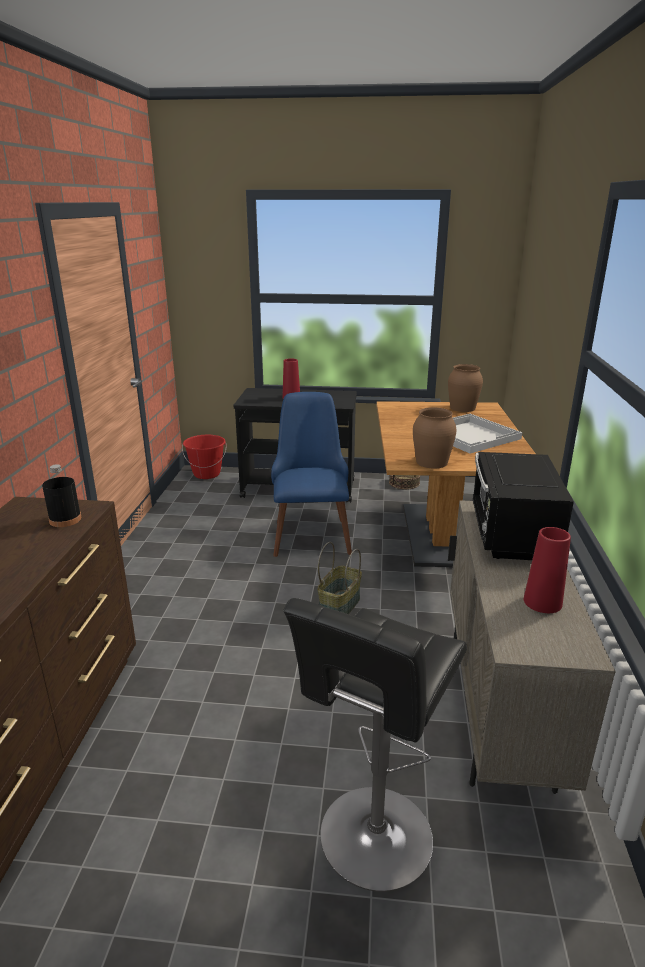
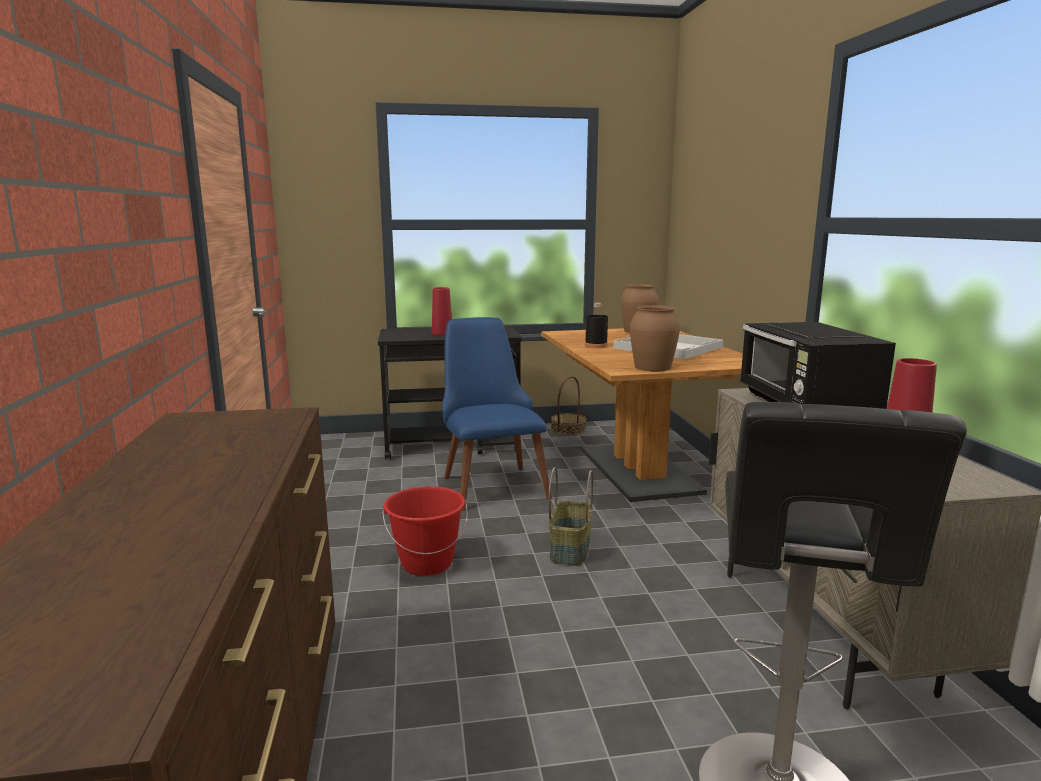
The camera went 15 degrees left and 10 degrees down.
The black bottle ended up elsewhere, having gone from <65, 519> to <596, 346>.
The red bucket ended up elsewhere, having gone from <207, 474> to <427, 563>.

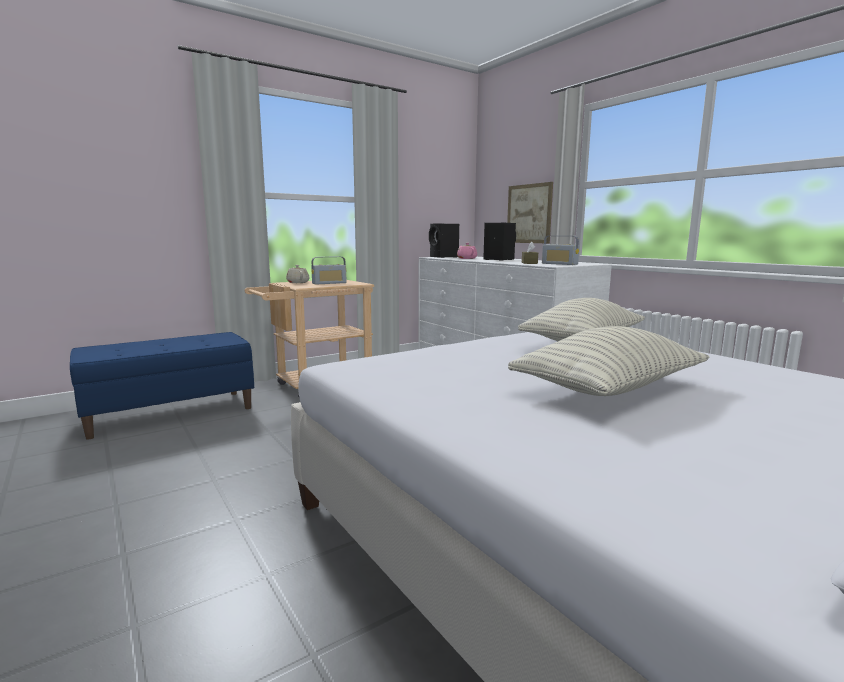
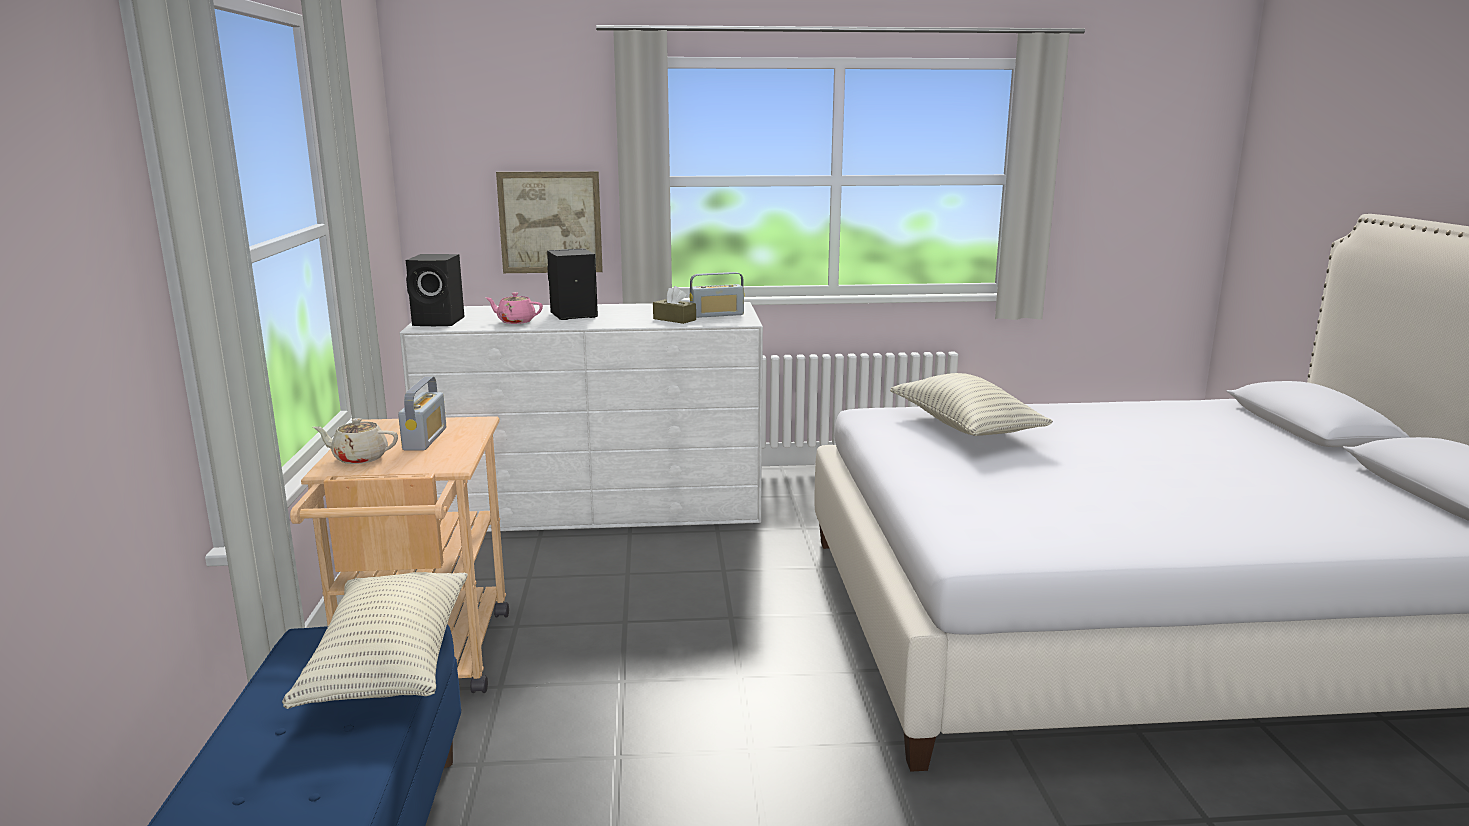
The camera went 60 degrees left and 5 degrees up.
The pillow ended up elsewhere, having gone from <609, 389> to <389, 663>.

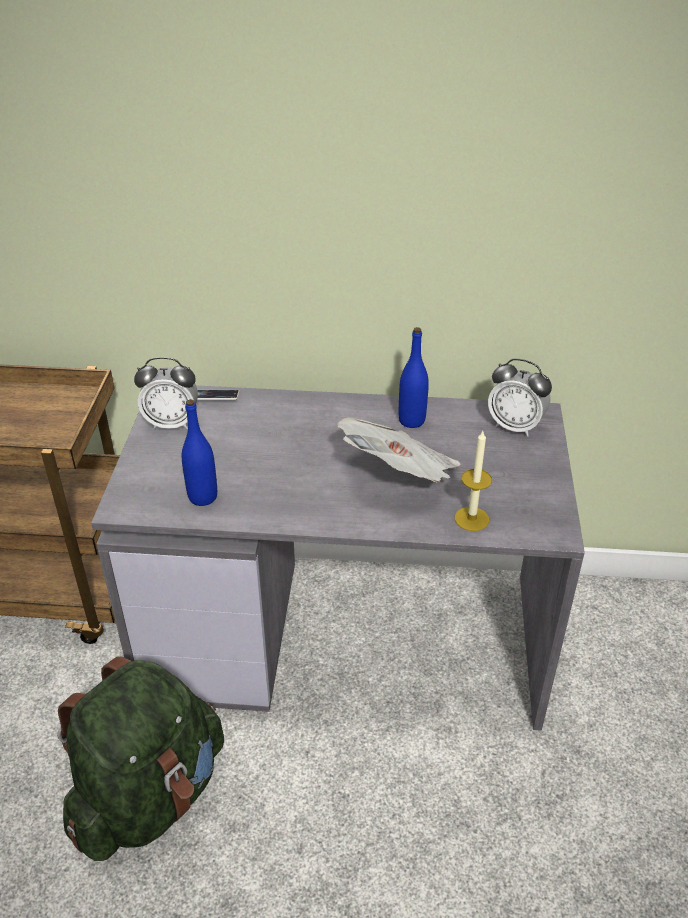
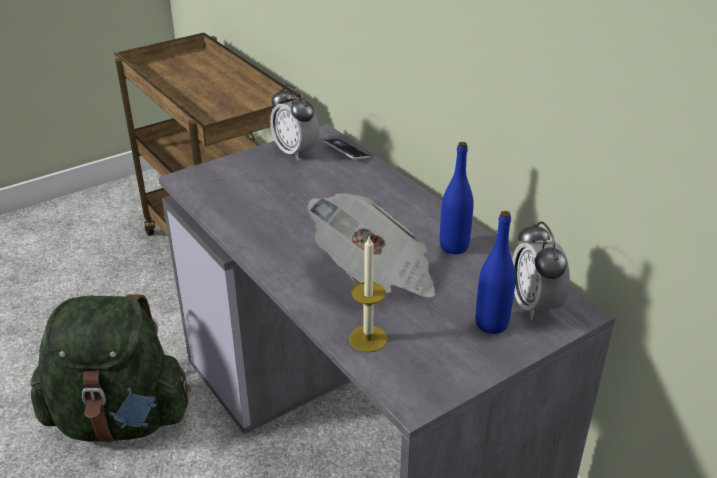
The camera went 50 degrees right and 5 degrees down.
The blue bottle ended up elsewhere, having gone from <203, 497> to <491, 324>.

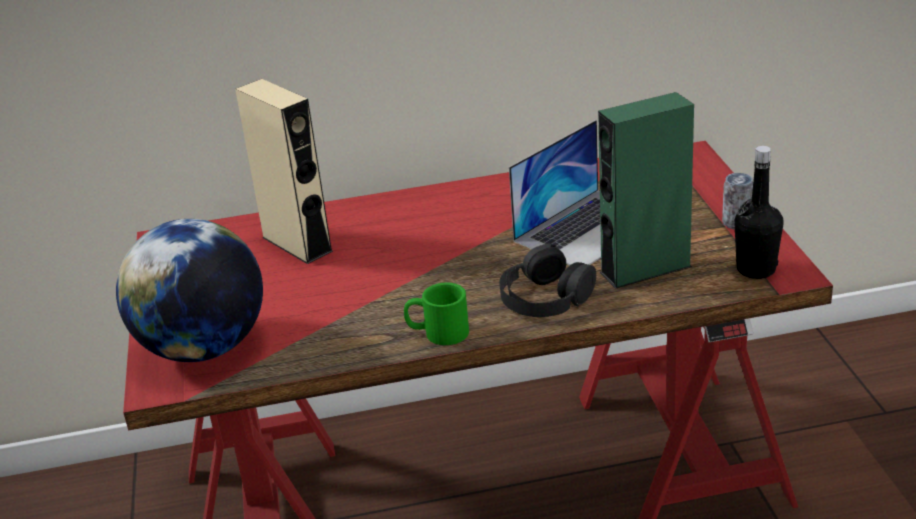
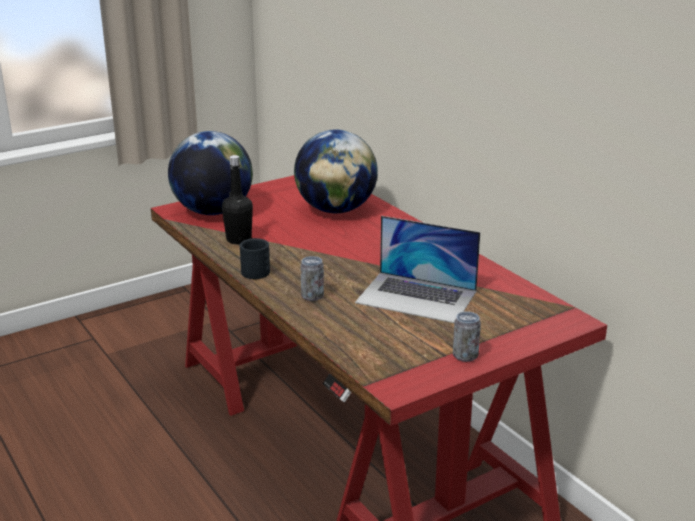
The camera went 65 degrees right and 5 degrees down.
The second view lost the green speaker at <645, 269>.
The black bottle ended up elsewhere, having gone from <756, 269> to <239, 239>.
Where the beige speaker stood at <297, 244>, the globe came to stand at <336, 210>.
Where the black headphones stood at <545, 297>, the can came to stand at <312, 296>.
What was the green mug at <437, 333> turned into the black mug at <254, 269>.

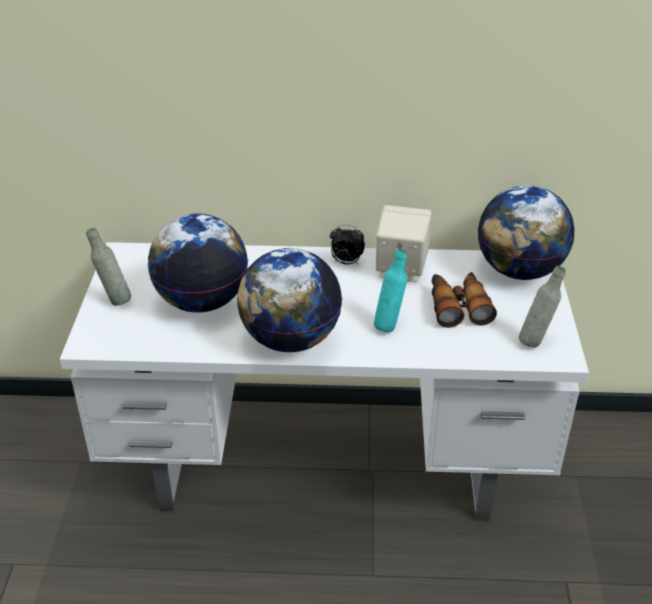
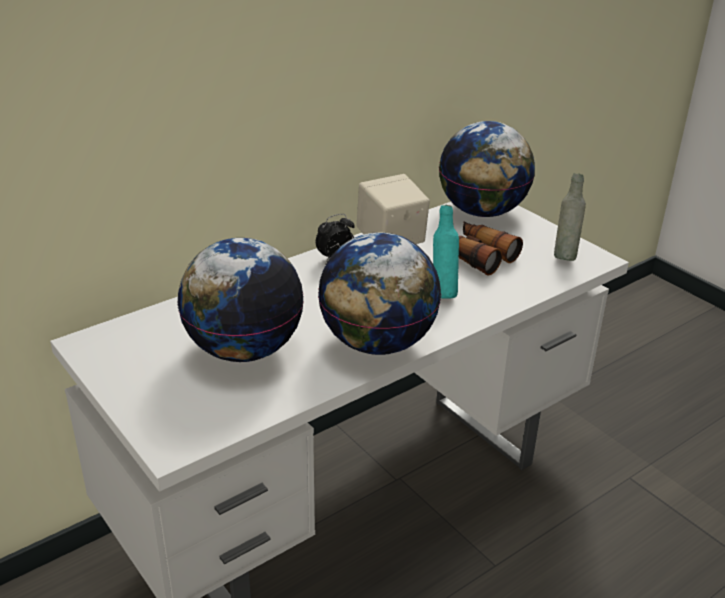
The camera went 40 degrees left and 5 degrees down.
The second view lost the grey bottle at <114, 300>.

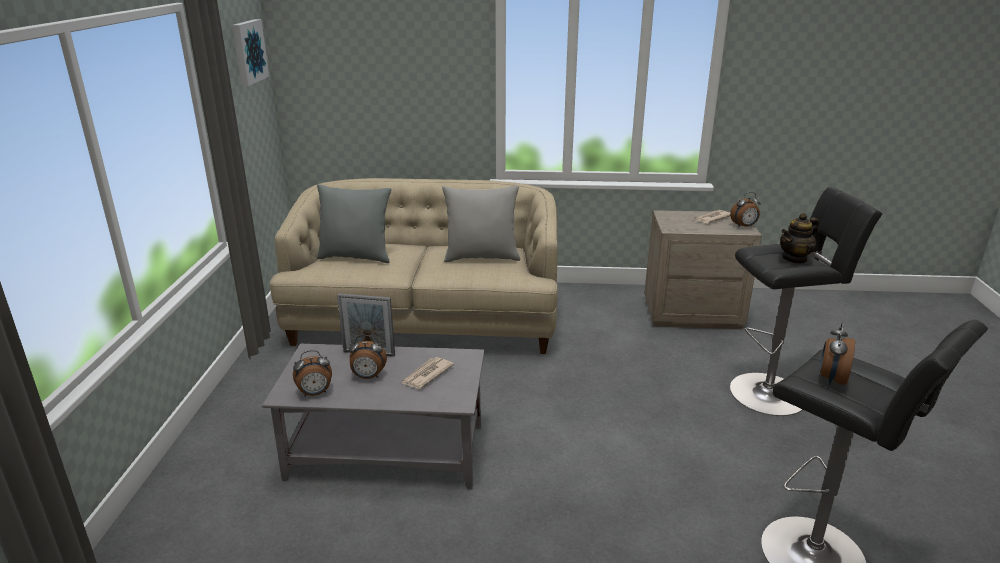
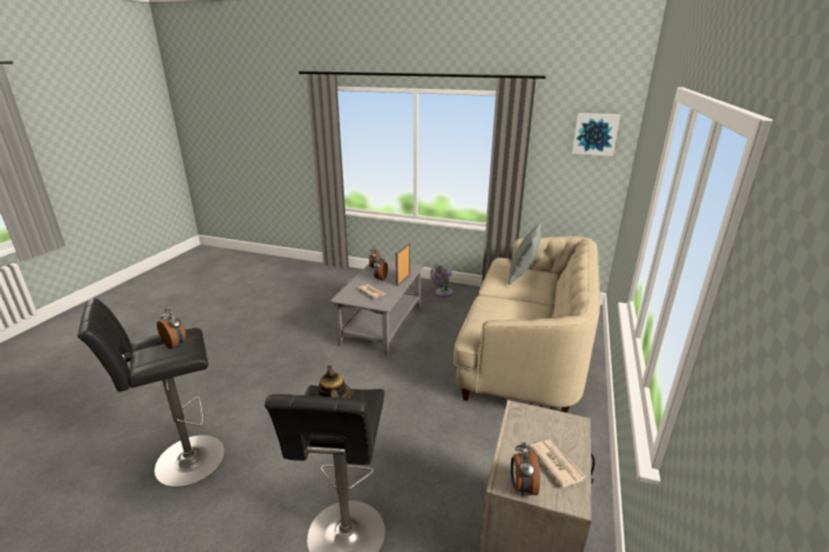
The camera went 105 degrees right and 0 degrees up.
The second view lost the grey pillow at <481, 257>.
The second view gained the grey fan at <442, 293>.

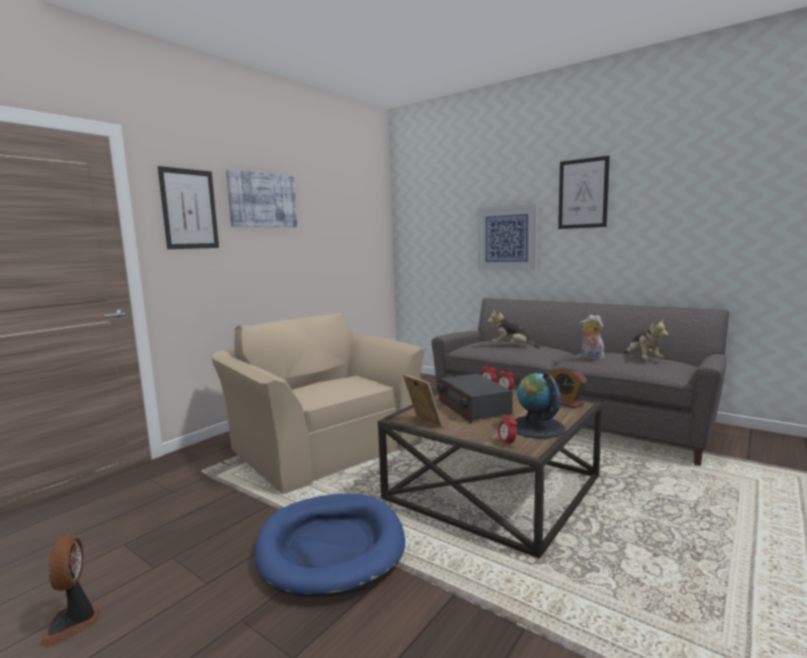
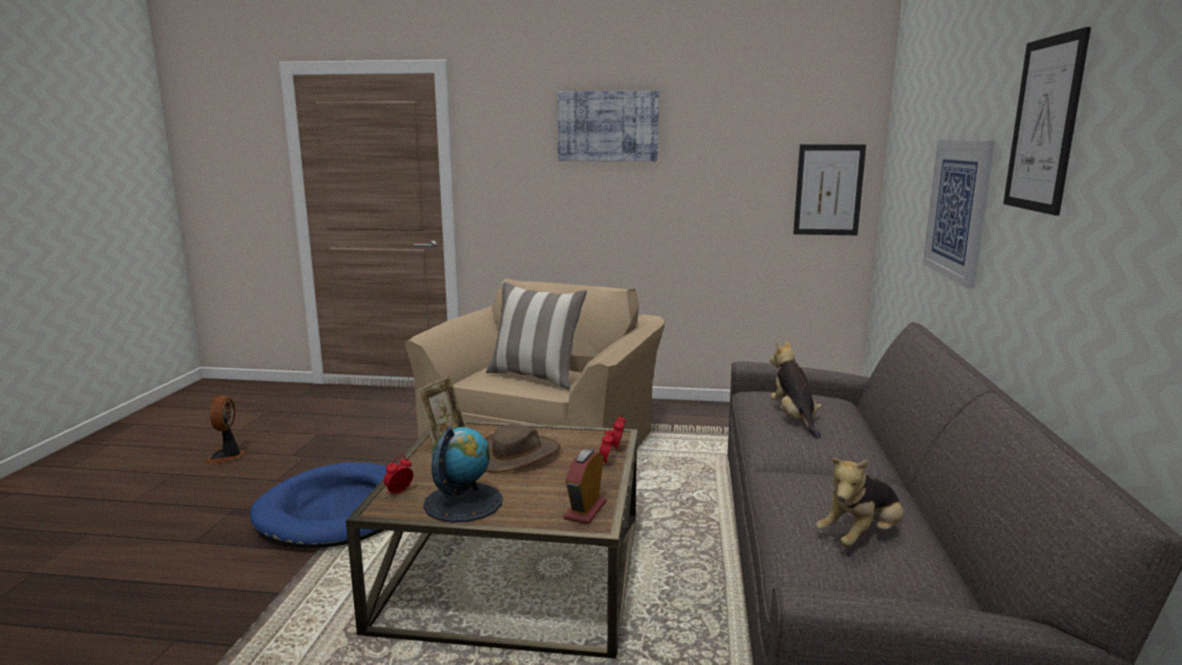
The camera went 60 degrees right and 5 degrees up.
The second view lost the plush toy at <590, 357>.
The second view gained the pillow at <535, 377>.
The picture ended up elsewhere, having gone from <189, 209> to <828, 190>.
Where the radio stood at <473, 407>, the brown hat came to stand at <517, 455>.
The fan at <73, 623> ended up facing another way, 45 degrees counterclockwise from before.

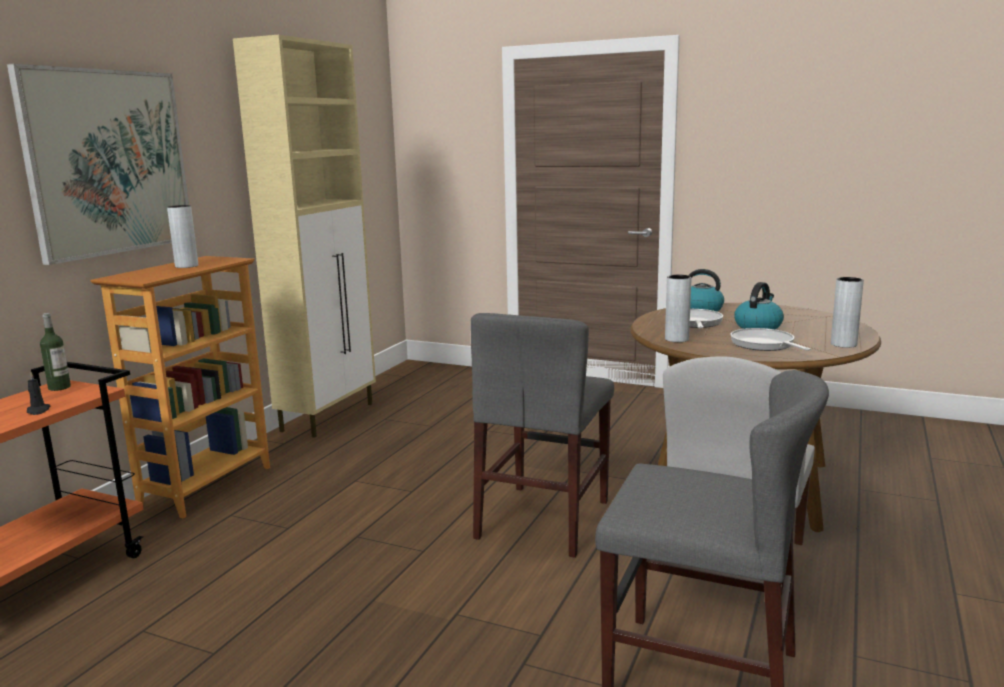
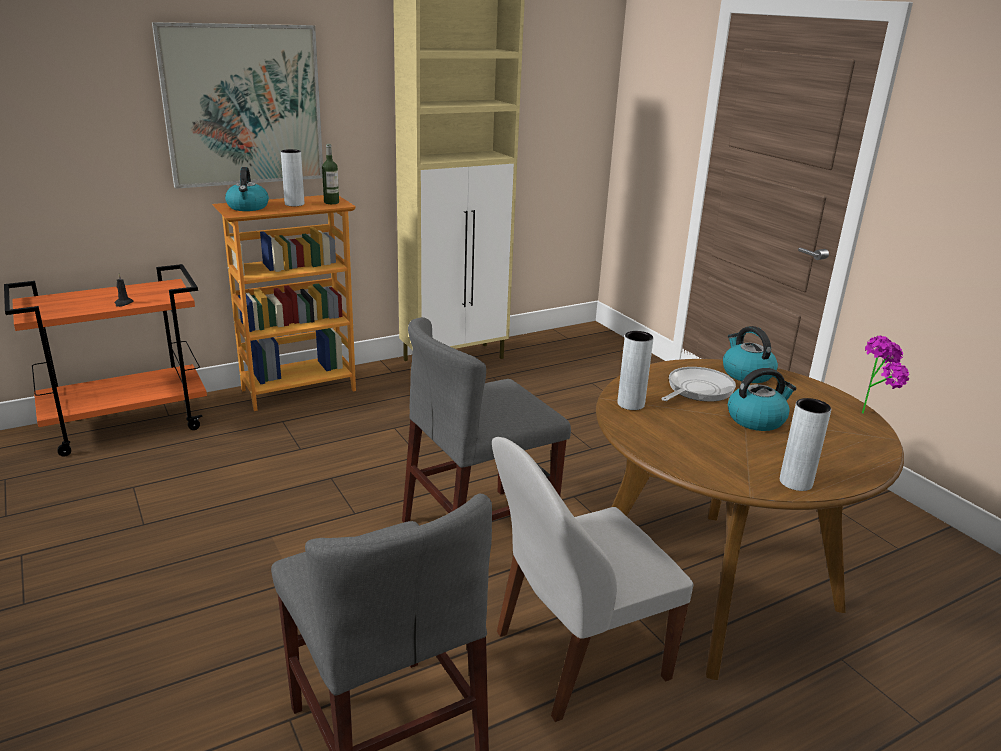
The camera went 35 degrees right and 10 degrees up.
The second view lost the frying pan at <764, 345>.
The second view gained the kettle at <248, 207>.
The second view gained the potted plant at <873, 413>.
The bottle ended up elsewhere, having gone from <59, 387> to <331, 202>.

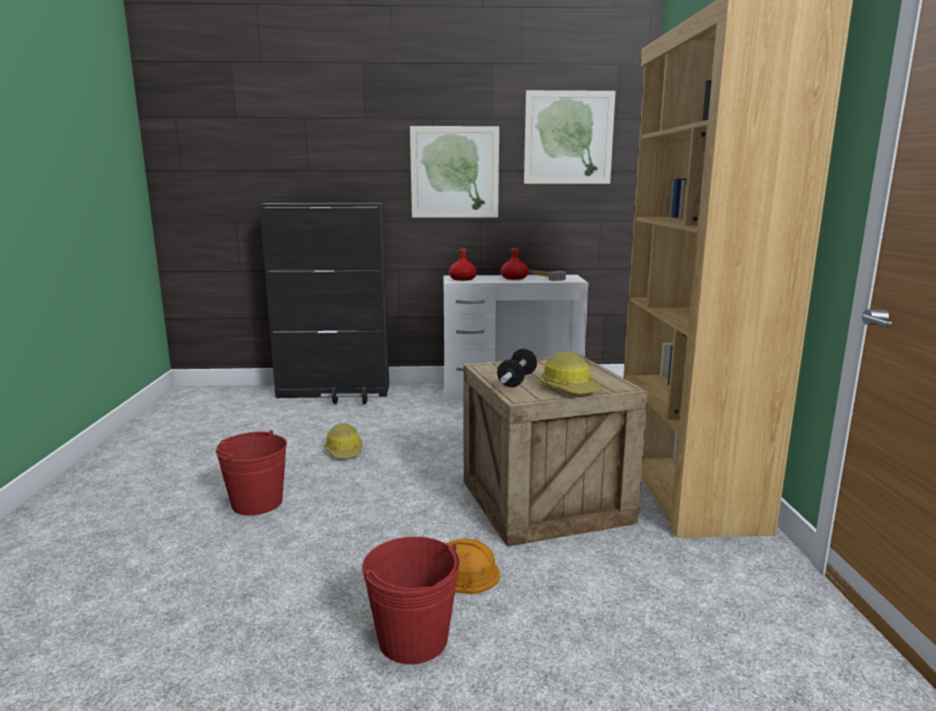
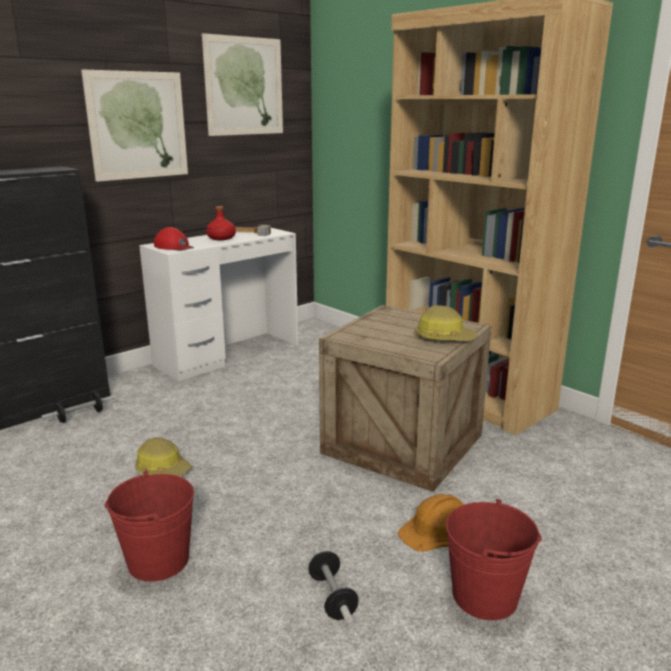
The camera went 40 degrees left and 5 degrees up.
The dumbbell ended up elsewhere, having gone from <517, 380> to <332, 597>.
Where the red bottle stood at <463, 279>, the red cap came to stand at <174, 246>.

